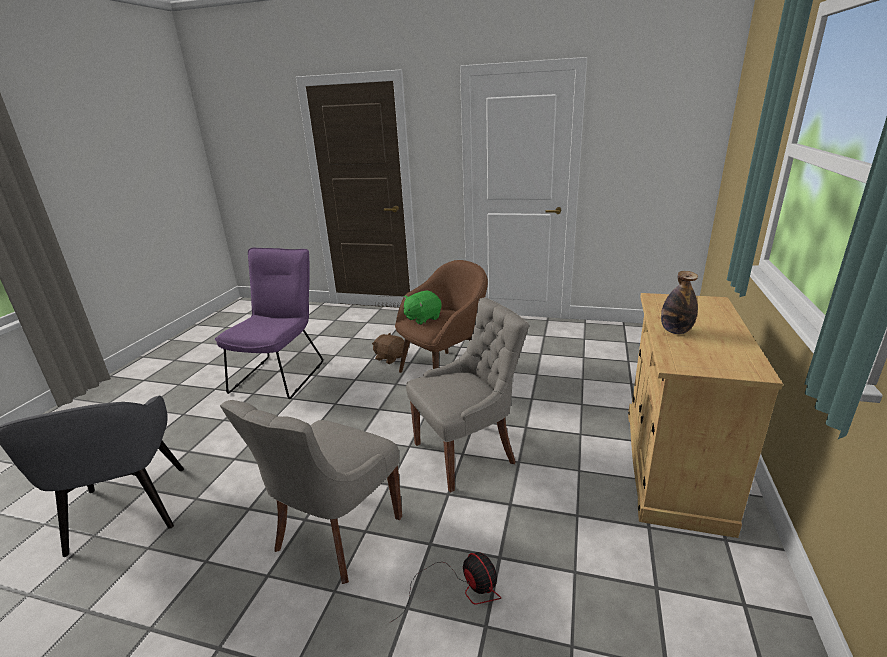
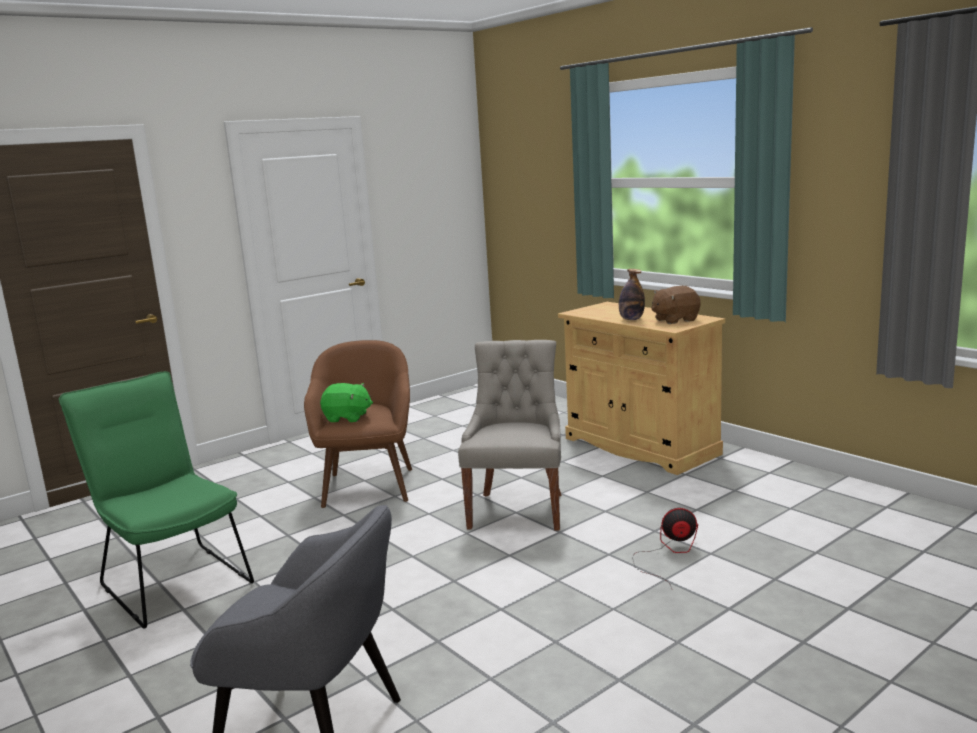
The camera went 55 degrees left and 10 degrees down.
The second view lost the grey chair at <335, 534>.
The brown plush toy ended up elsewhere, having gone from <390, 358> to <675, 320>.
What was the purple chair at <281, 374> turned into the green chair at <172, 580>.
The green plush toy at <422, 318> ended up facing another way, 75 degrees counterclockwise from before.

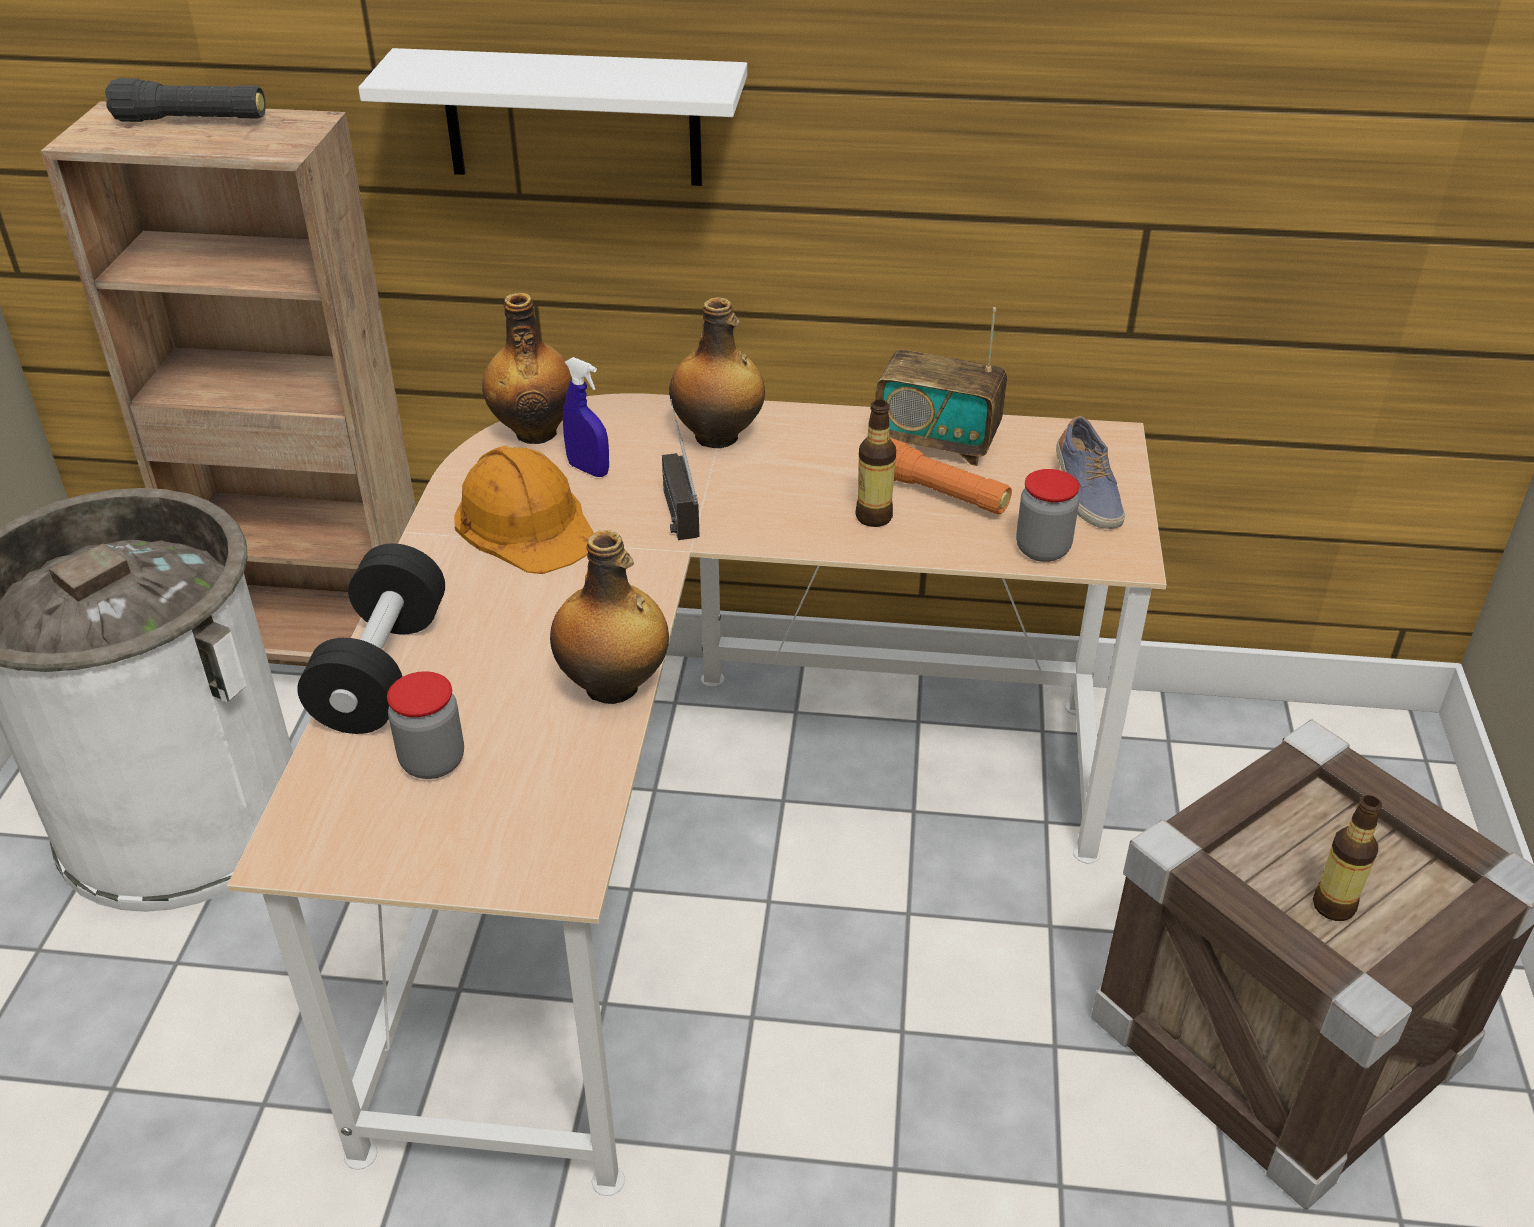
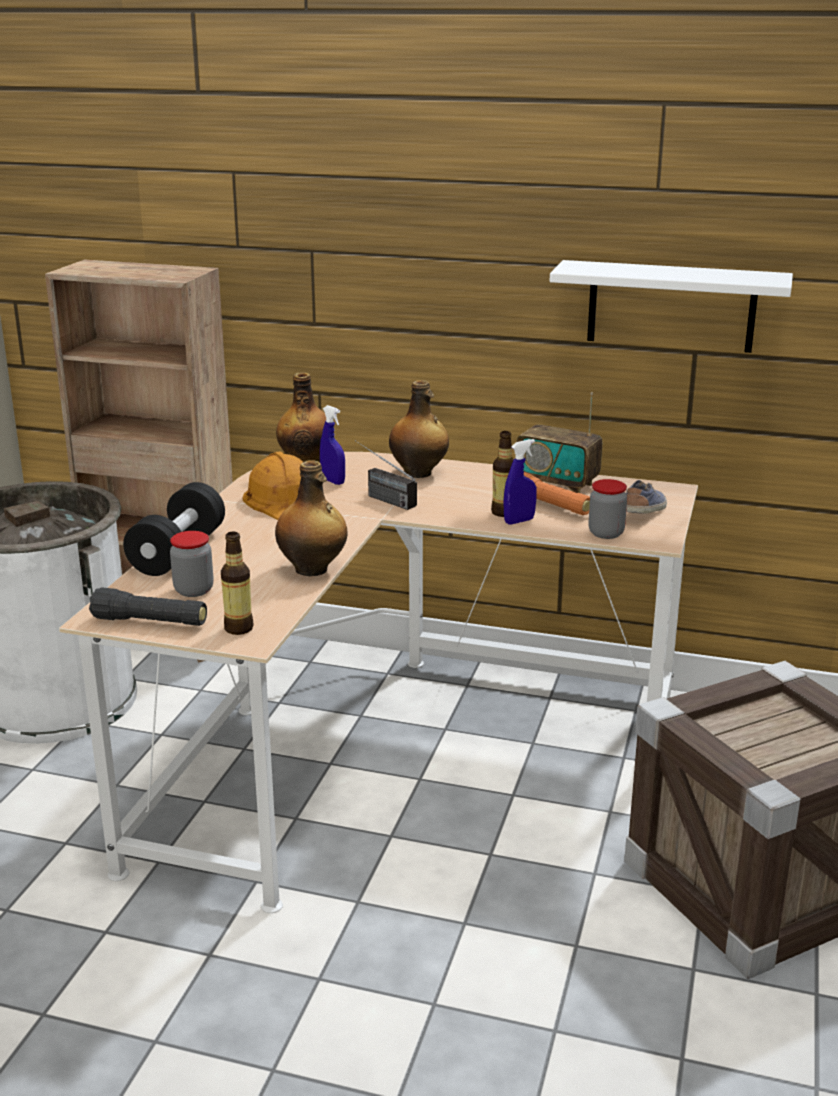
The camera went 10 degrees right and 15 degrees down.
The second view gained the blue spray bottle at <519, 521>.
The black flashlight ended up elsewhere, having gone from <192, 121> to <150, 622>.
The white shelf ended up elsewhere, having gone from <573, 118> to <671, 306>.
The bottle ended up elsewhere, having gone from <1333, 906> to <238, 628>.
The radio at <674, 501> ended up facing another way, 45 degrees counterclockwise from before.
The shoe at <1085, 493> ended up facing another way, 150 degrees counterclockwise from before.

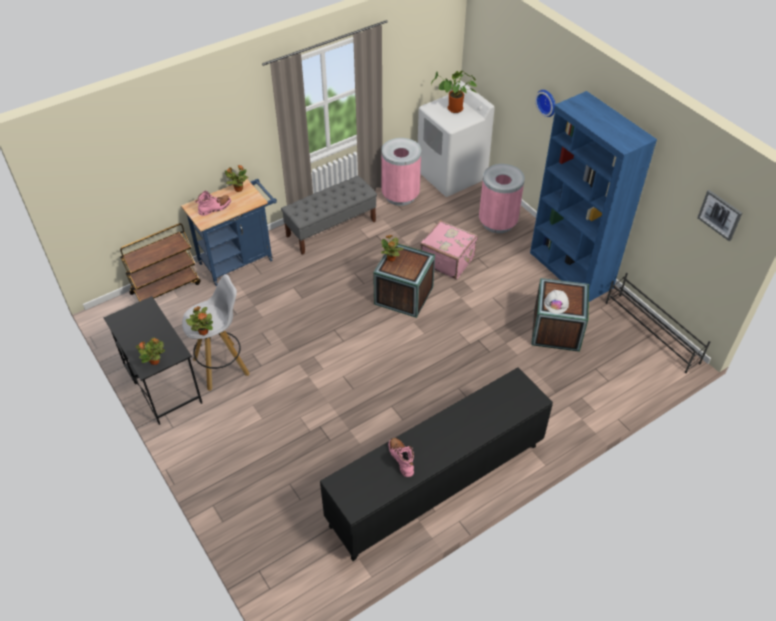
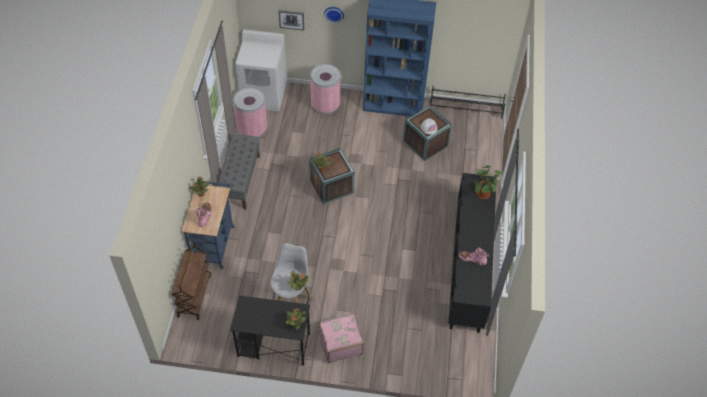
The camera went 50 degrees left and 5 degrees up.
The pink suitcase ended up elsewhere, having gone from <447, 260> to <340, 343>.
The potted plant ended up elsewhere, having gone from <454, 110> to <484, 196>.
The picture ended up elsewhere, having gone from <720, 215> to <291, 19>.

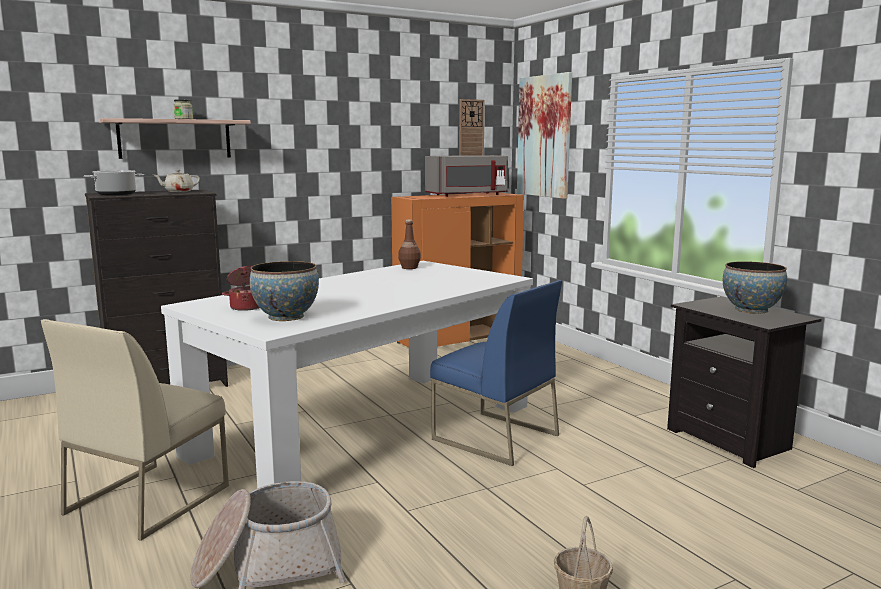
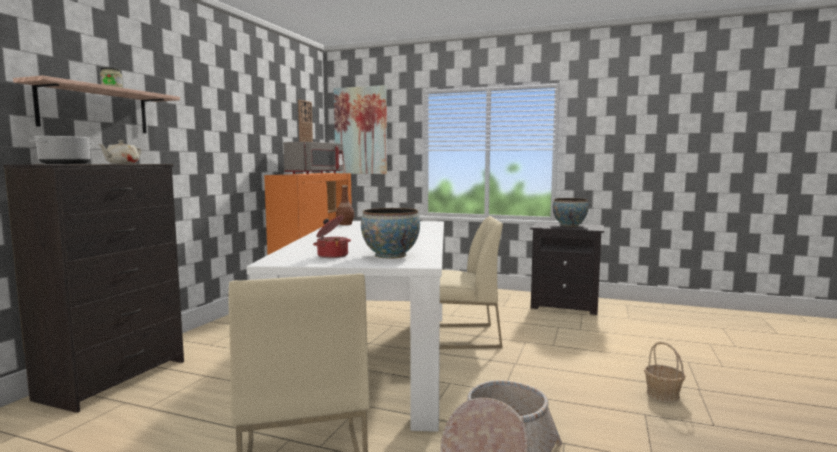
The camera went 40 degrees left and 5 degrees down.
What was the blue chair at <494, 437> turned into the beige chair at <460, 336>.

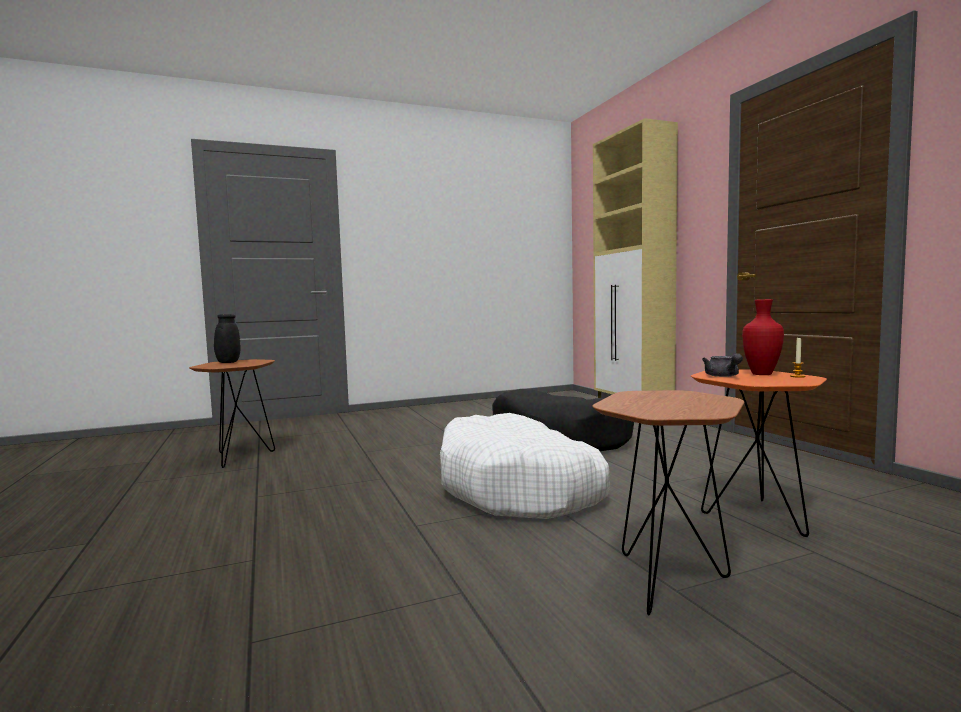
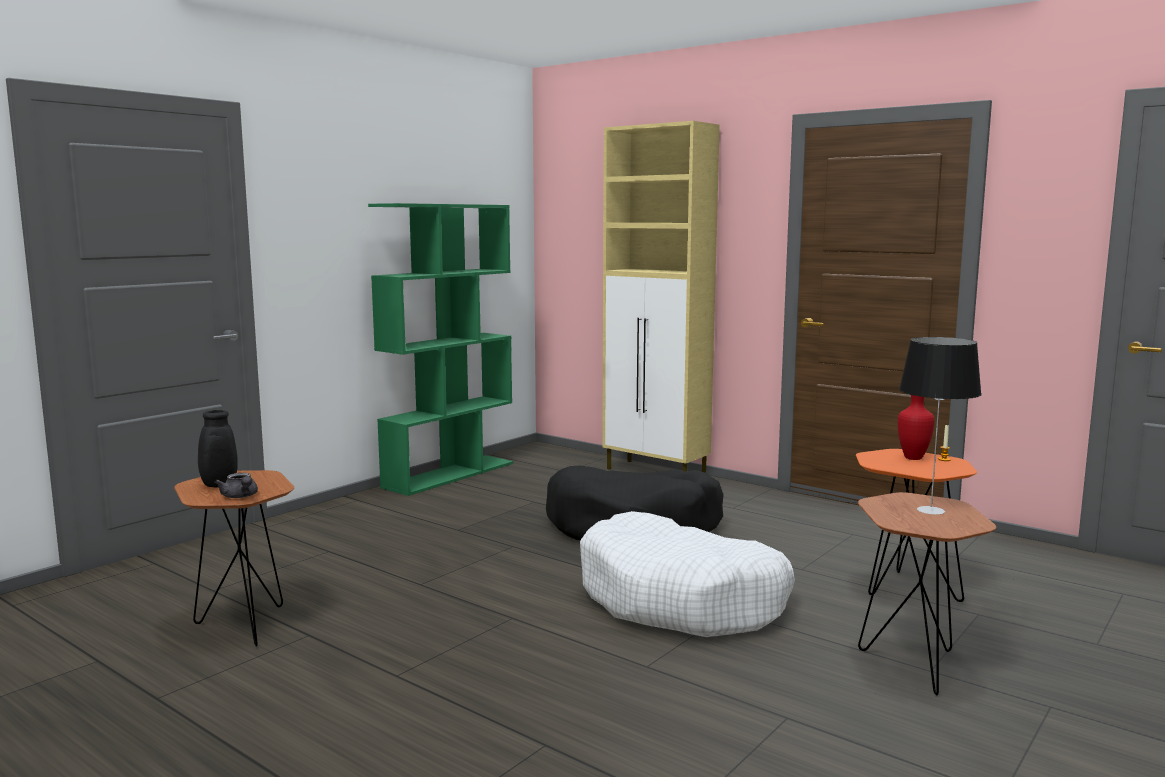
The camera went 30 degrees left and 5 degrees up.
The second view gained the green bookcase at <449, 475>.
The second view gained the table lamp at <929, 510>.
The grey teapot ended up elsewhere, having gone from <723, 376> to <240, 497>.

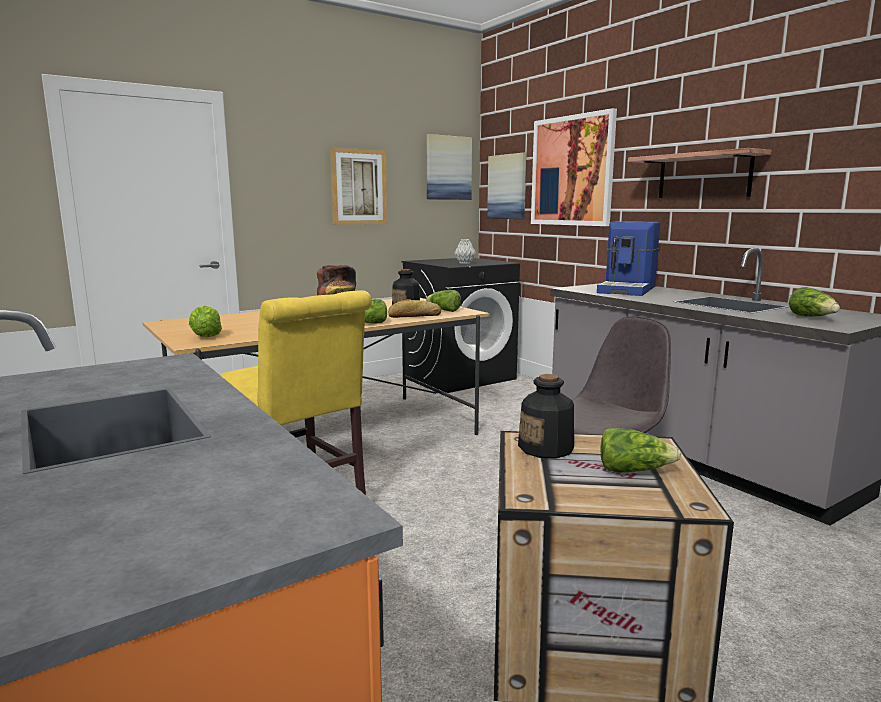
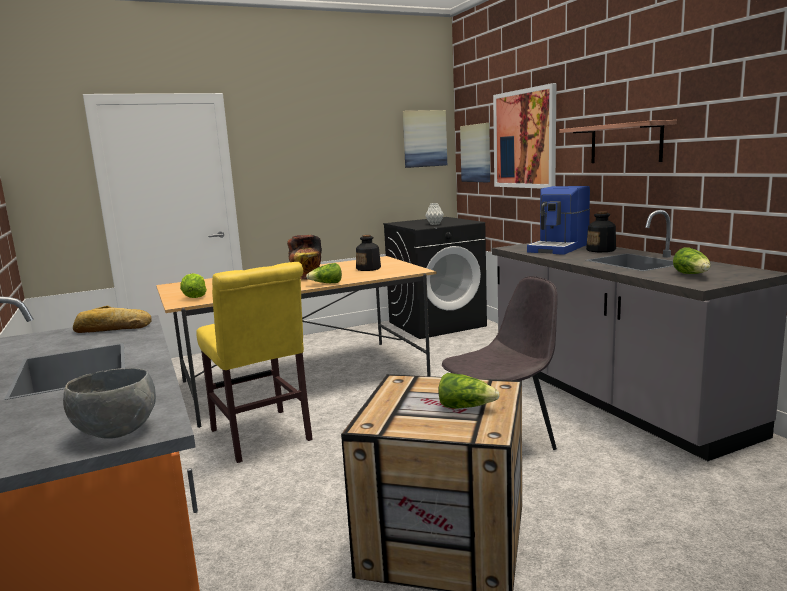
The camera went 10 degrees right and 0 degrees up.
The second view lost the picture at <359, 187>.
The second view lost the lettuce at <443, 310>.
The second view gained the grey bowl at <117, 433>.
The bread ended up elsewhere, having gone from <415, 316> to <112, 329>.
The bottle ended up elsewhere, having gone from <546, 448> to <601, 250>.

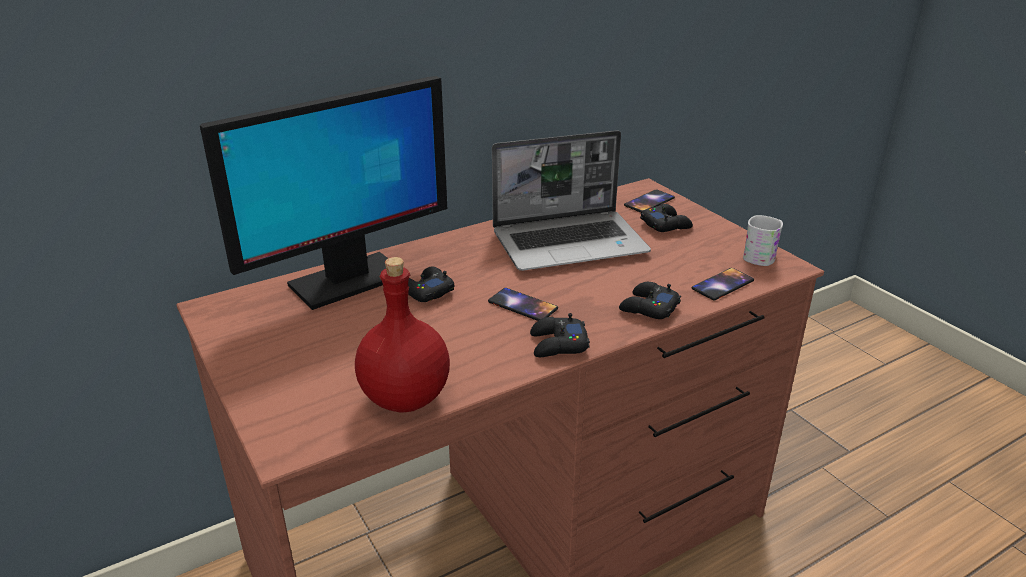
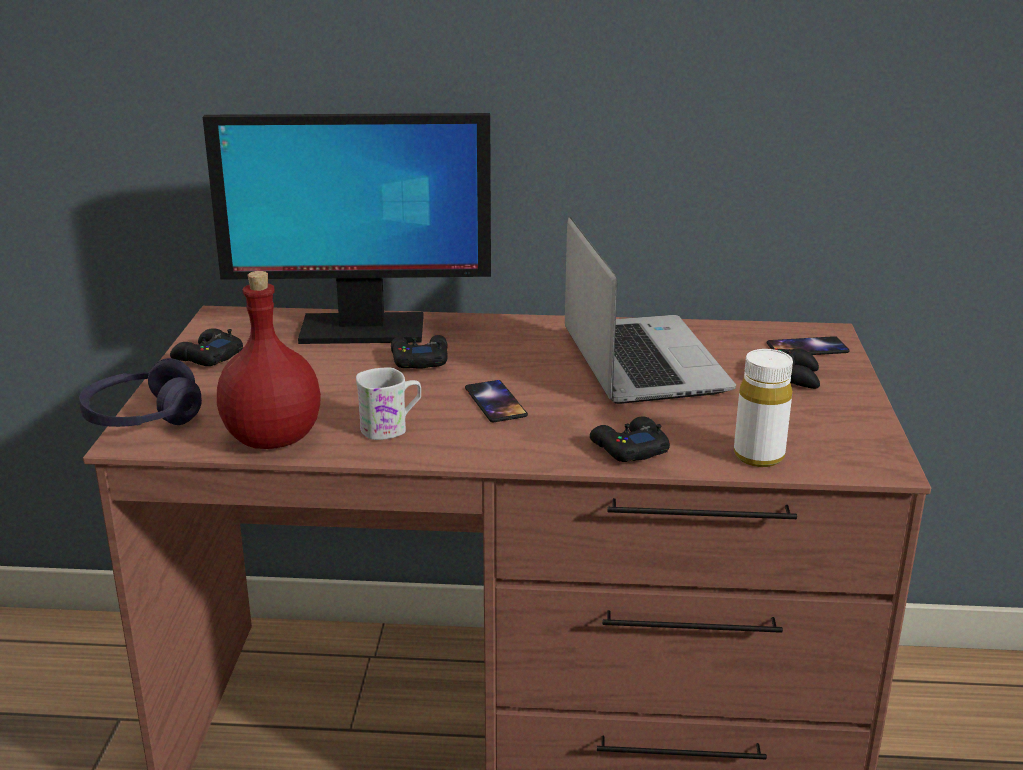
The camera went 35 degrees right and 5 degrees down.
The second view gained the purple headphones at <143, 417>.
The black game controller ended up elsewhere, having gone from <558, 344> to <207, 357>.
The white mug ended up elsewhere, having gone from <760, 256> to <391, 428>.
Where the phone stood at <722, 284>, the white bottle came to stand at <758, 456>.
The laptop at <570, 242> ended up facing another way, 120 degrees counterclockwise from before.

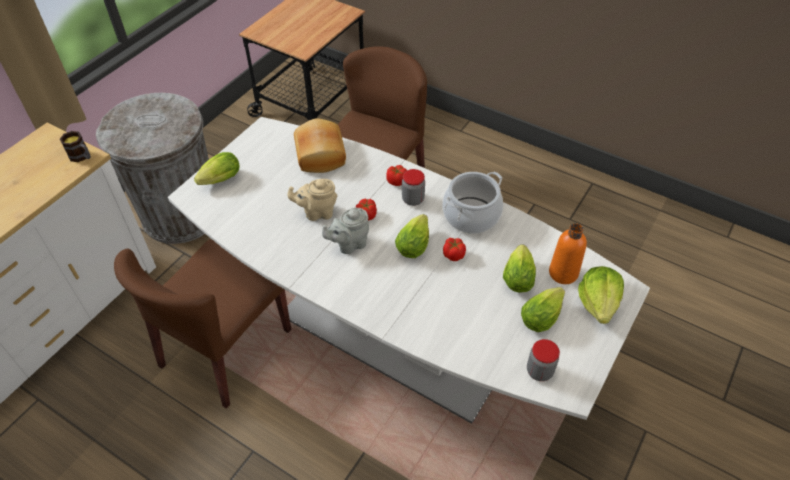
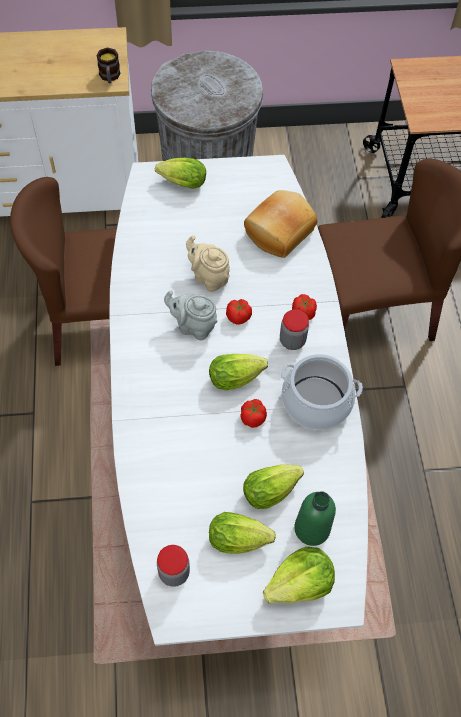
The camera went 50 degrees right and 10 degrees up.
What was the orange bottle at <563, 273> turned into the green bottle at <312, 529>.

